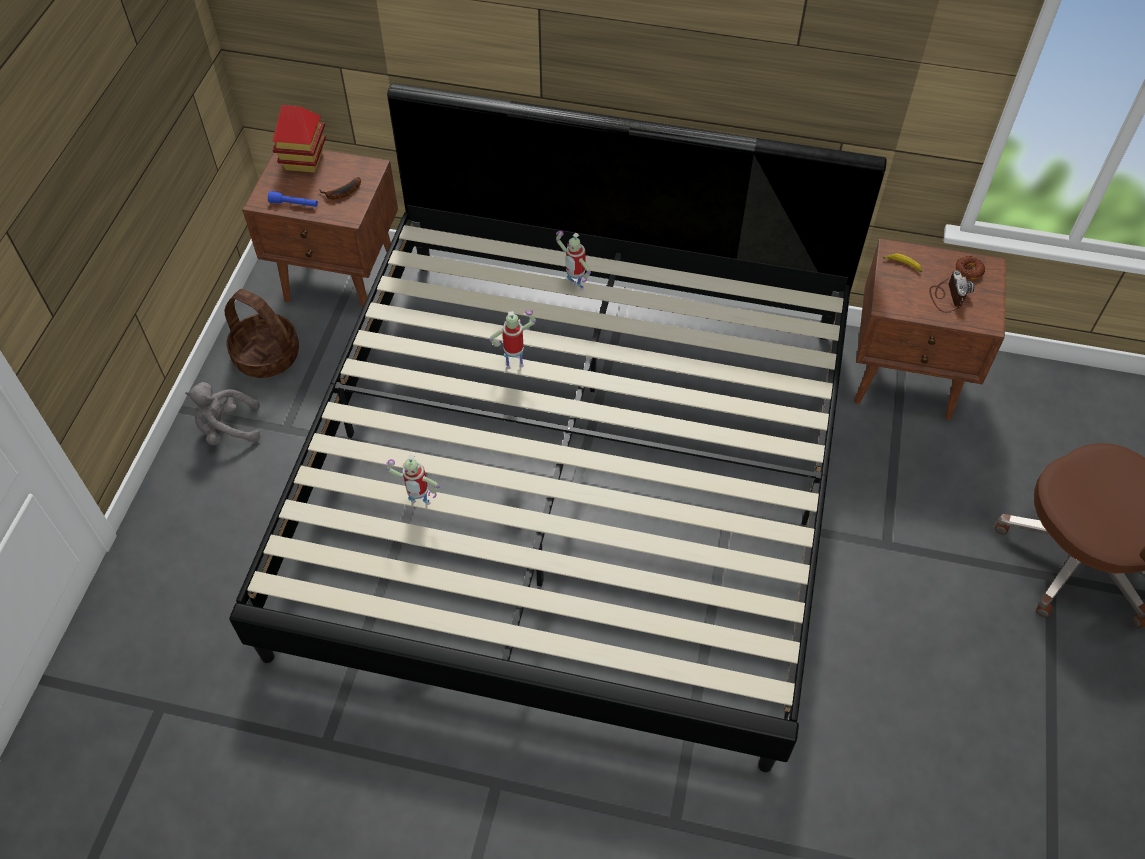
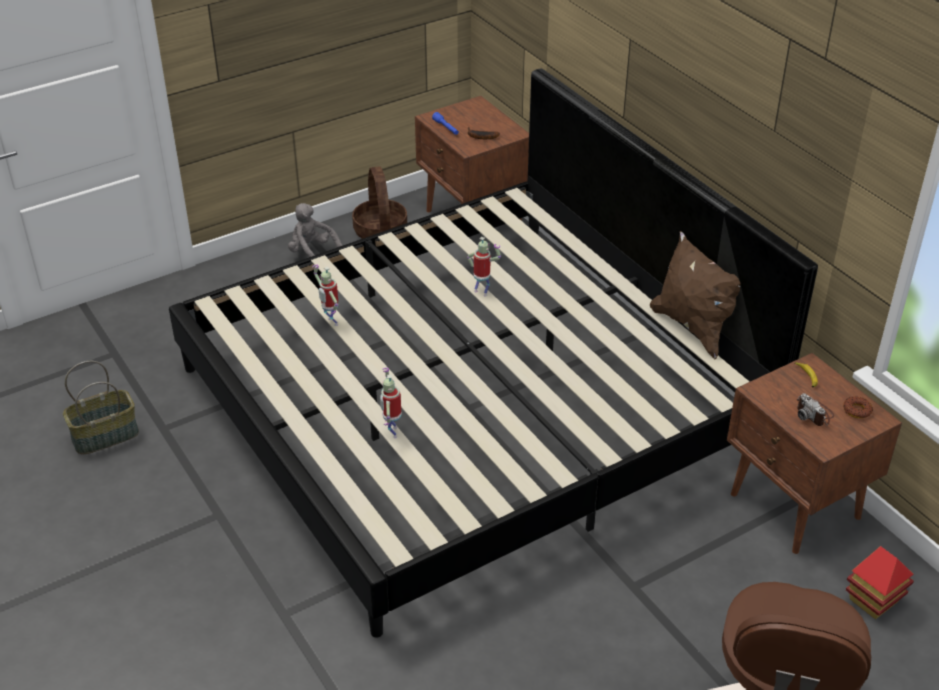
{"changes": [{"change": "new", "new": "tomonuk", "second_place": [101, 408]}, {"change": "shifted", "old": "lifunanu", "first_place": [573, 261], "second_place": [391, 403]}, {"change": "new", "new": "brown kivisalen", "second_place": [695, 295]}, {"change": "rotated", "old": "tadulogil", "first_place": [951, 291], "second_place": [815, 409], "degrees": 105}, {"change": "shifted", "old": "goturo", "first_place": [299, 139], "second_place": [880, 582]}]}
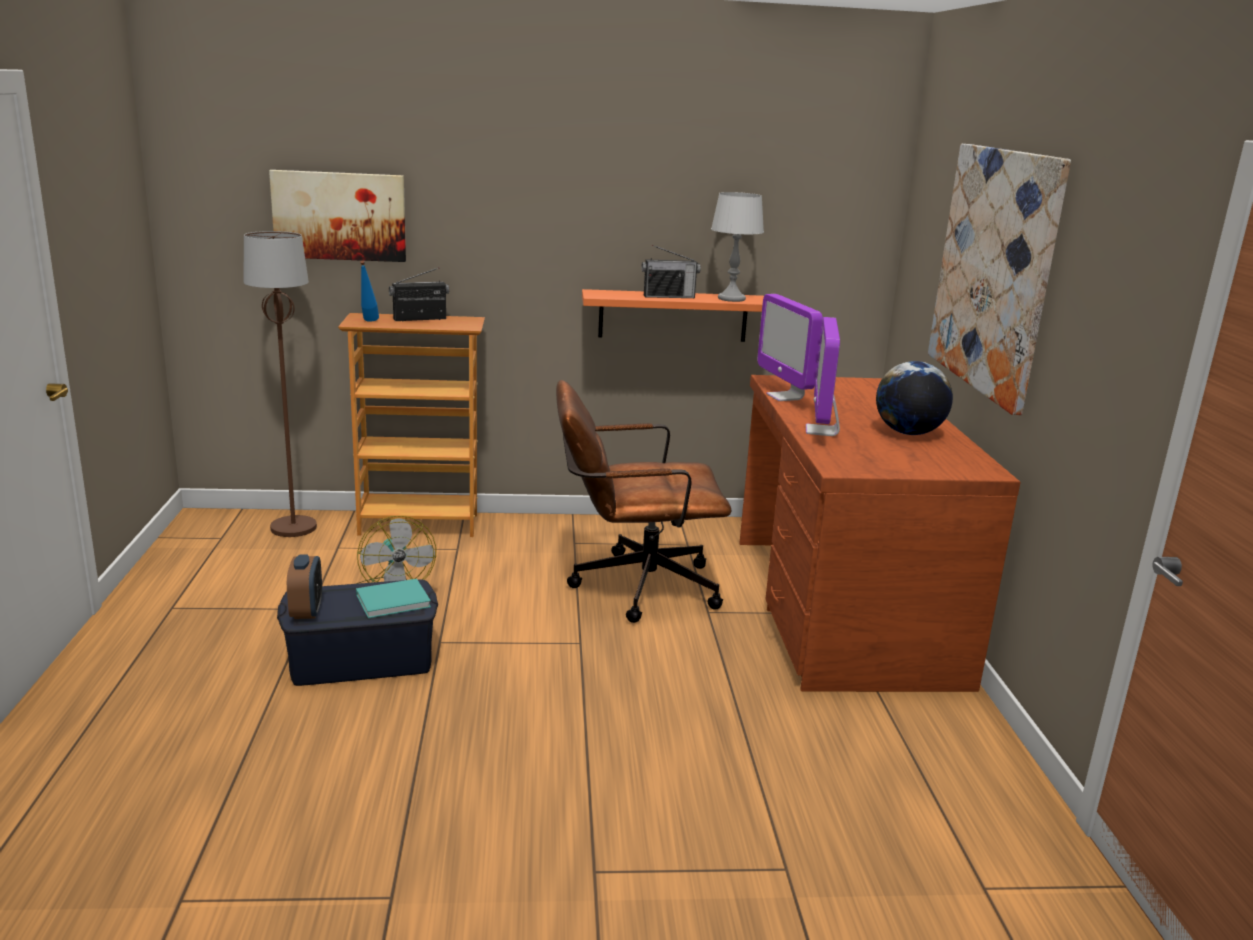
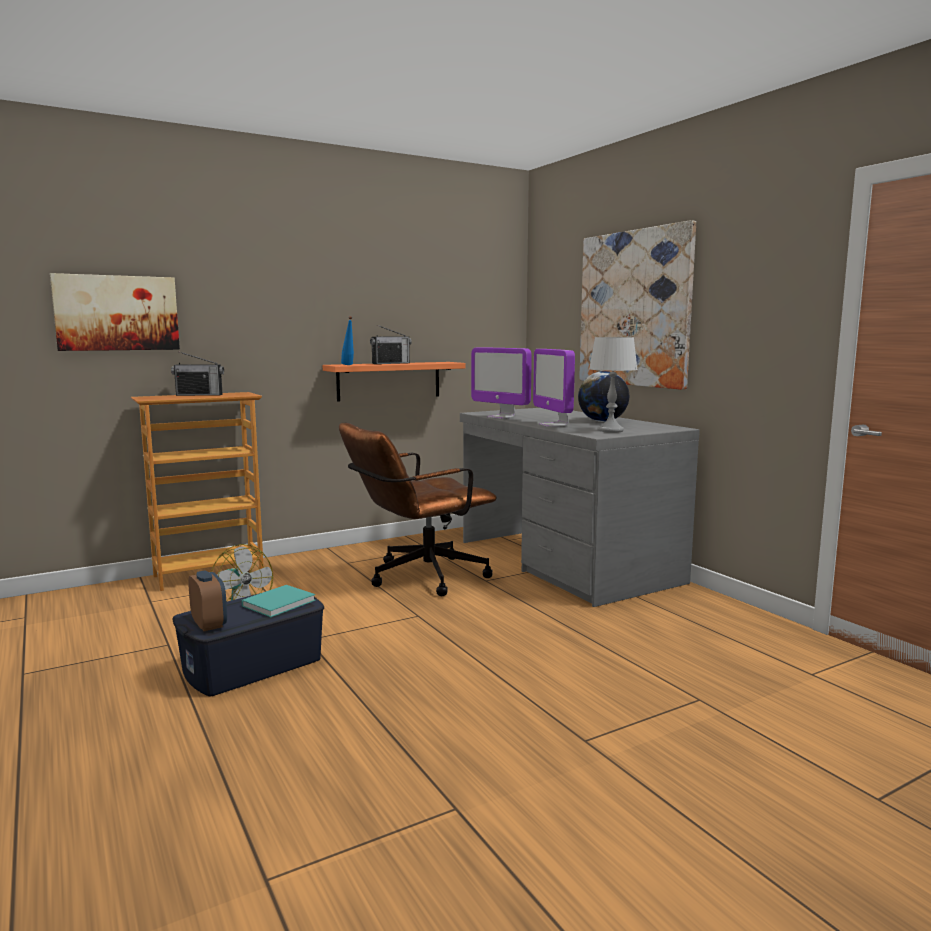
{"changes": [{"change": "rotated", "old": "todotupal", "first_place": [419, 294], "second_place": [197, 374], "degrees": -135}, {"change": "shifted", "old": "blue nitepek", "first_place": [369, 291], "second_place": [347, 340]}, {"change": "repainted", "old": "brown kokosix", "new": "grey kokosix", "first_place": [880, 533], "second_place": [580, 507]}, {"change": "shifted", "old": "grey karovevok", "first_place": [737, 247], "second_place": [613, 384]}, {"change": "gone", "old": "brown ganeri", "first_place": [280, 384]}]}
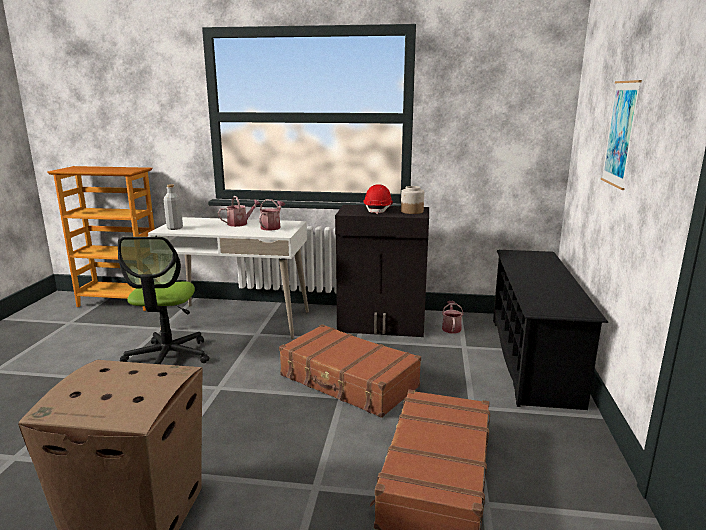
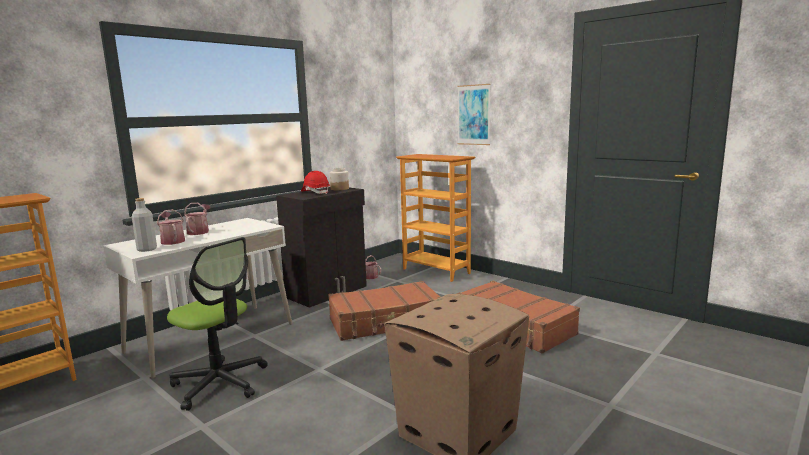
{"changes": [{"change": "shifted", "old": "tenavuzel", "first_place": [272, 215], "second_place": [171, 227]}, {"change": "swapped", "old": "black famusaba", "new": "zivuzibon", "first_place": [550, 330], "second_place": [435, 218]}]}
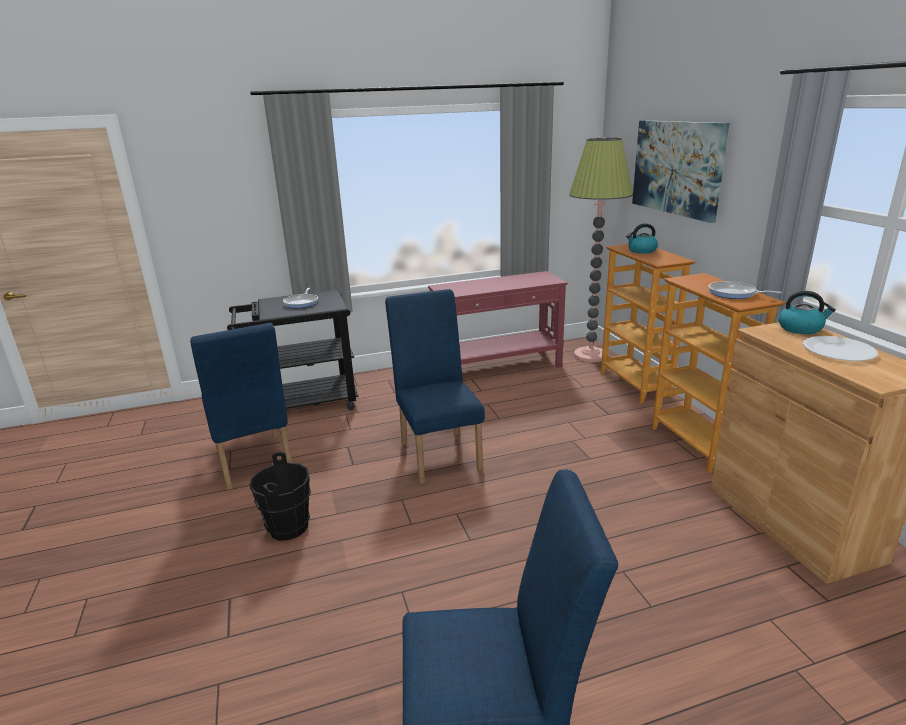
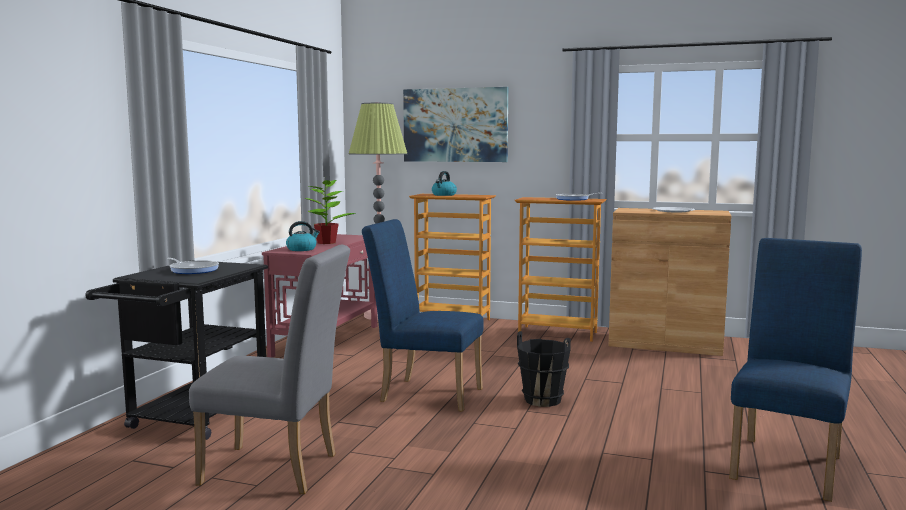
{"changes": [{"change": "repainted", "old": "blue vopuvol", "new": "grey vopuvol", "first_place": [241, 406], "second_place": [269, 369]}, {"change": "shifted", "old": "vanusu", "first_place": [807, 312], "second_place": [303, 236]}, {"change": "new", "new": "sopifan", "second_place": [330, 212]}, {"change": "shifted", "old": "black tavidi", "first_place": [280, 496], "second_place": [544, 369]}]}
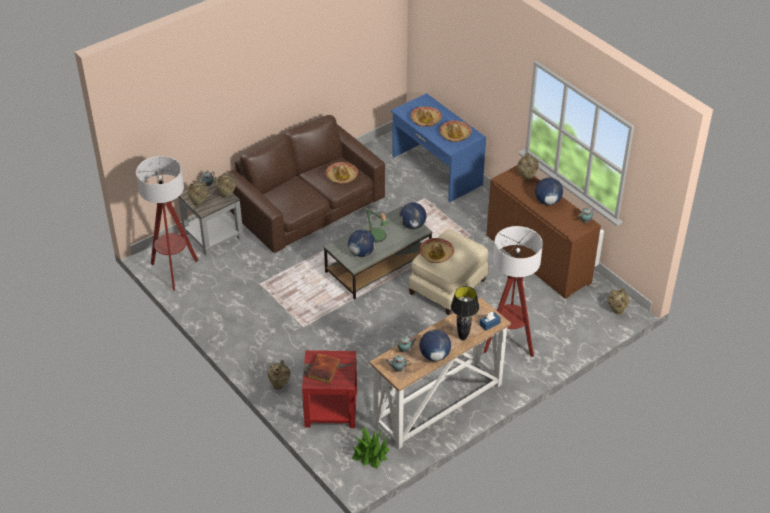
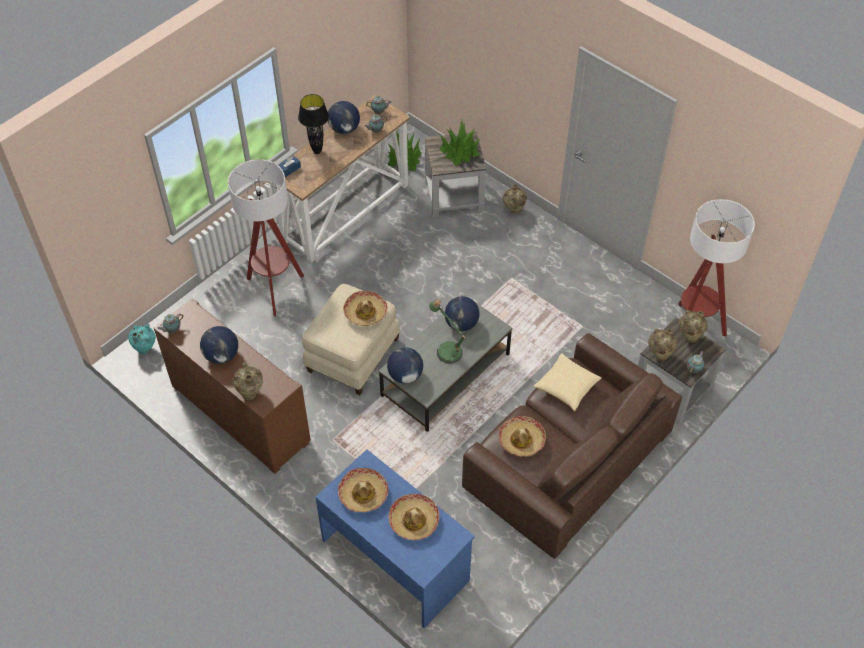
{"changes": [{"change": "repainted", "old": "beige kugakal", "new": "turquoise kugakal", "first_place": [618, 301], "second_place": [142, 339]}, {"change": "repainted", "old": "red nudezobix", "new": "grey nudezobix", "first_place": [329, 389], "second_place": [455, 174]}, {"change": "swapped", "old": "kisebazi", "new": "sopifan", "first_place": [324, 368], "second_place": [460, 143]}, {"change": "new", "new": "kivisalen", "second_place": [567, 382]}]}
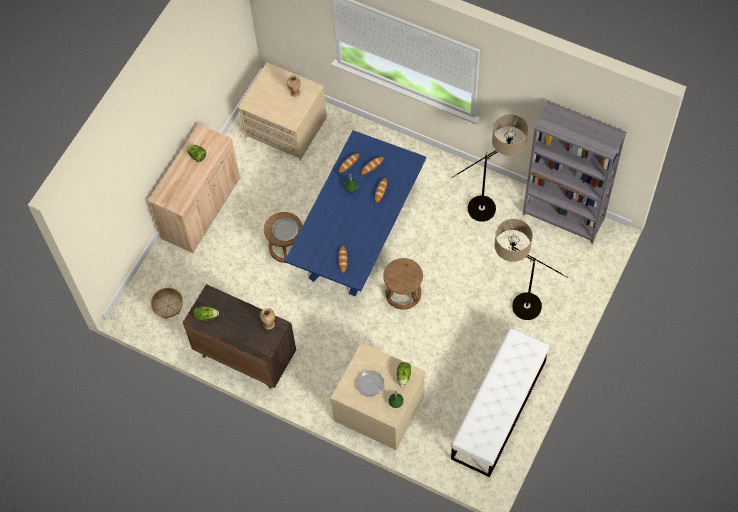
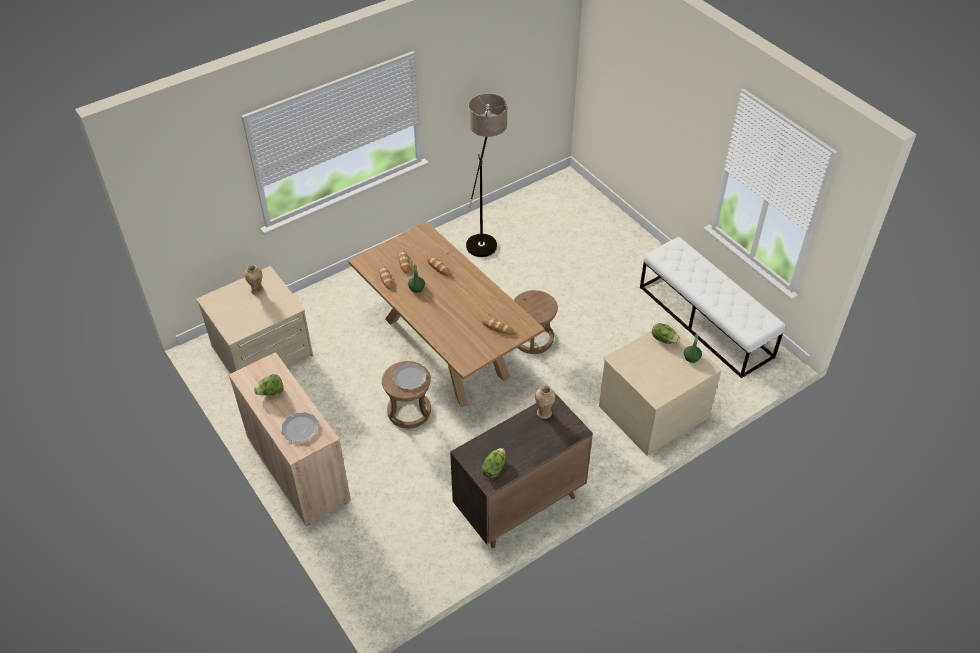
{"changes": [{"change": "shifted", "old": "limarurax", "first_place": [370, 383], "second_place": [300, 427]}, {"change": "repainted", "old": "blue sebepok", "new": "brown sebepok", "first_place": [355, 213], "second_place": [446, 314]}, {"change": "gone", "old": "tomonuk", "first_place": [167, 303]}, {"change": "gone", "old": "ganeri", "first_place": [531, 269]}, {"change": "gone", "old": "grey zivuzibon", "first_place": [575, 172]}]}
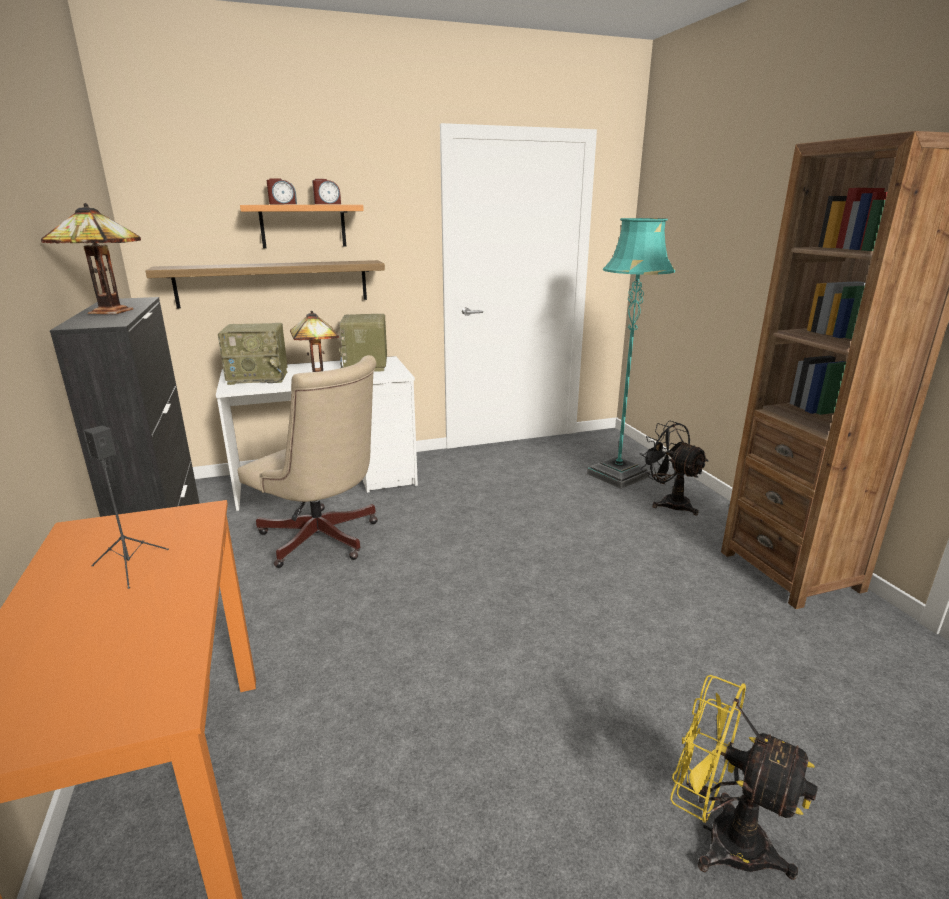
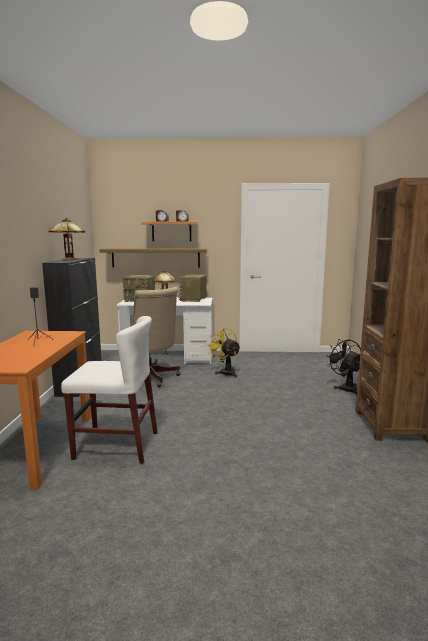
{"changes": [{"change": "new", "new": "white vopuvol", "second_place": [109, 390]}, {"change": "shifted", "old": "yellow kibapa", "first_place": [744, 777], "second_place": [223, 353]}, {"change": "gone", "old": "turquoise ganeri", "first_place": [631, 353]}]}
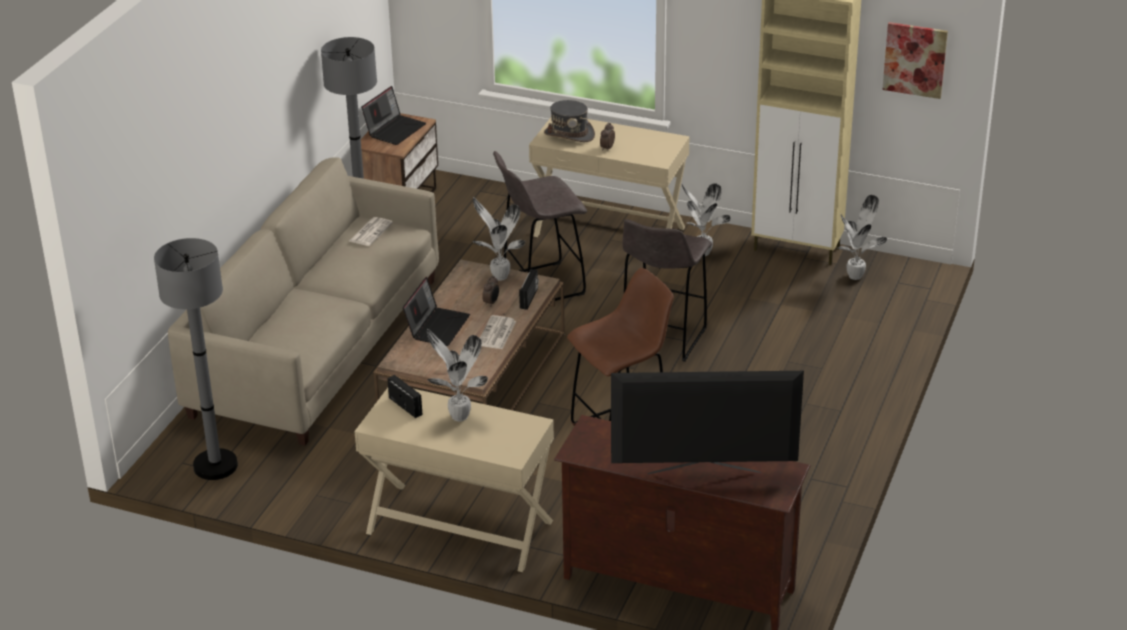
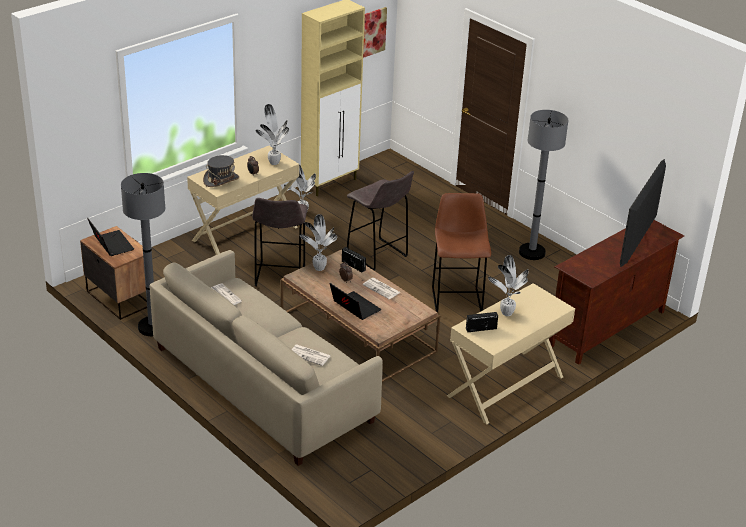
{"changes": [{"change": "shifted", "old": "sopifan", "first_place": [862, 237], "second_place": [272, 134]}, {"change": "new", "new": "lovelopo", "second_place": [311, 355]}, {"change": "shifted", "old": "grey ganeri", "first_place": [196, 359], "second_place": [543, 185]}]}
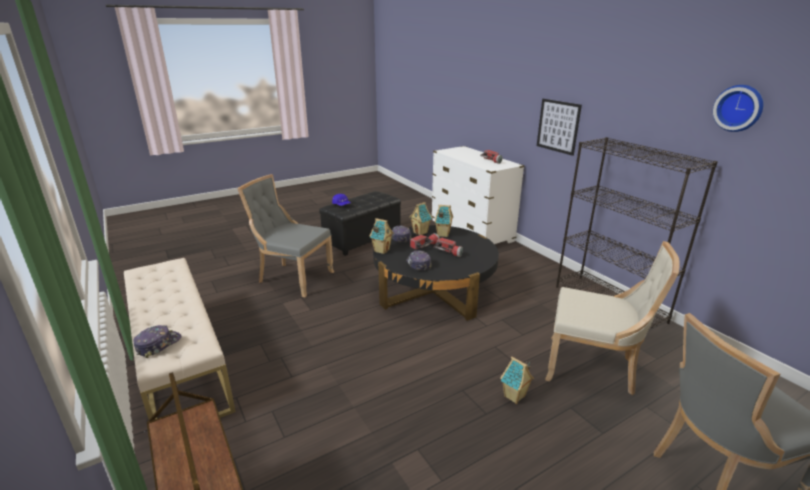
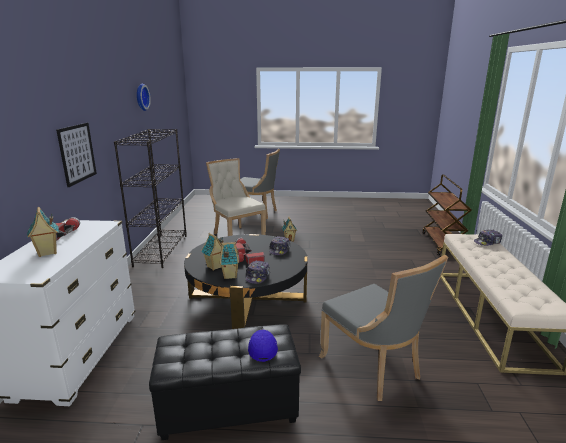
{"changes": [{"change": "shifted", "old": "goturo", "first_place": [381, 236], "second_place": [43, 232]}]}
